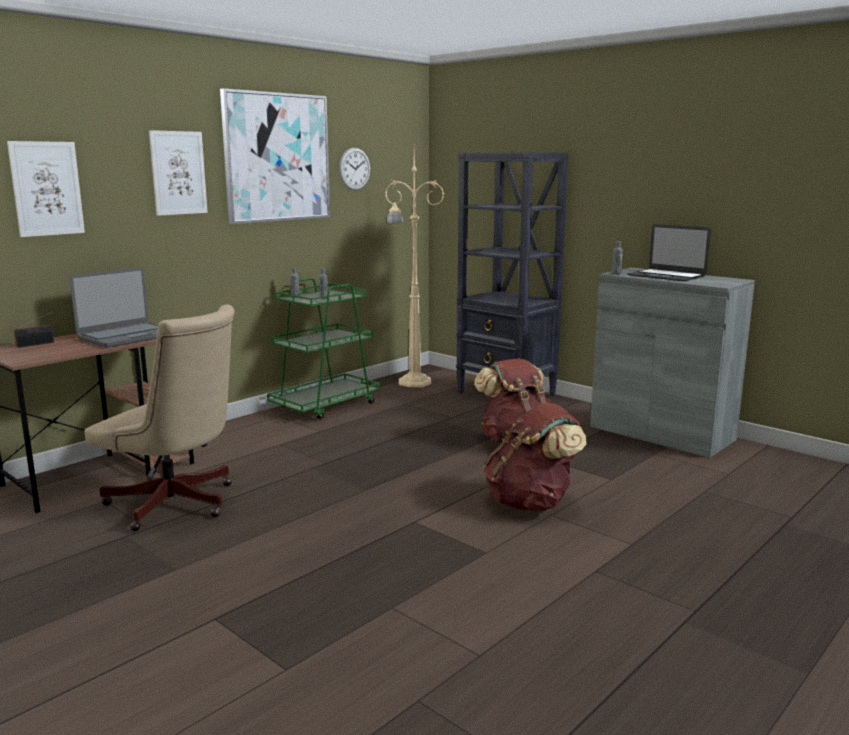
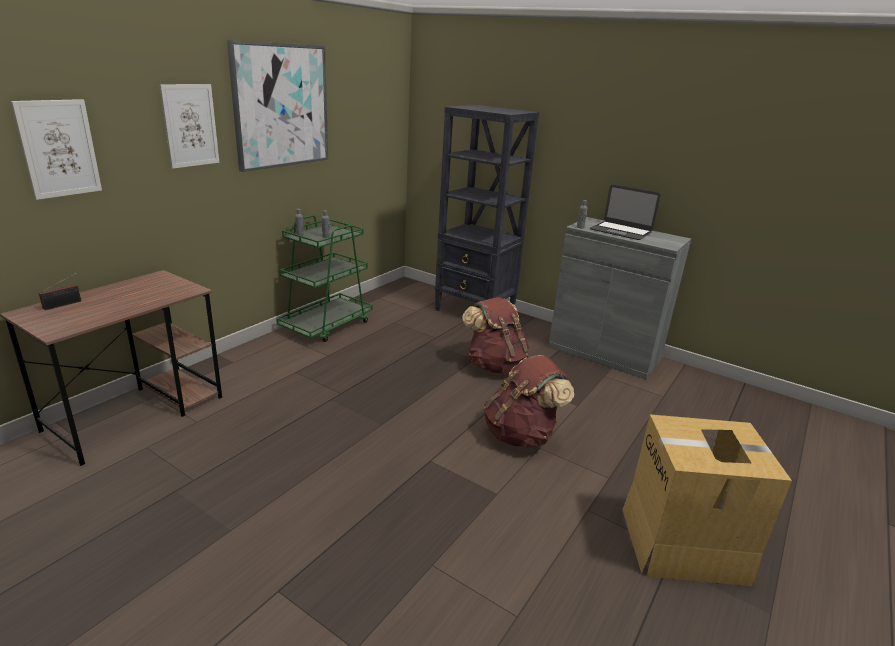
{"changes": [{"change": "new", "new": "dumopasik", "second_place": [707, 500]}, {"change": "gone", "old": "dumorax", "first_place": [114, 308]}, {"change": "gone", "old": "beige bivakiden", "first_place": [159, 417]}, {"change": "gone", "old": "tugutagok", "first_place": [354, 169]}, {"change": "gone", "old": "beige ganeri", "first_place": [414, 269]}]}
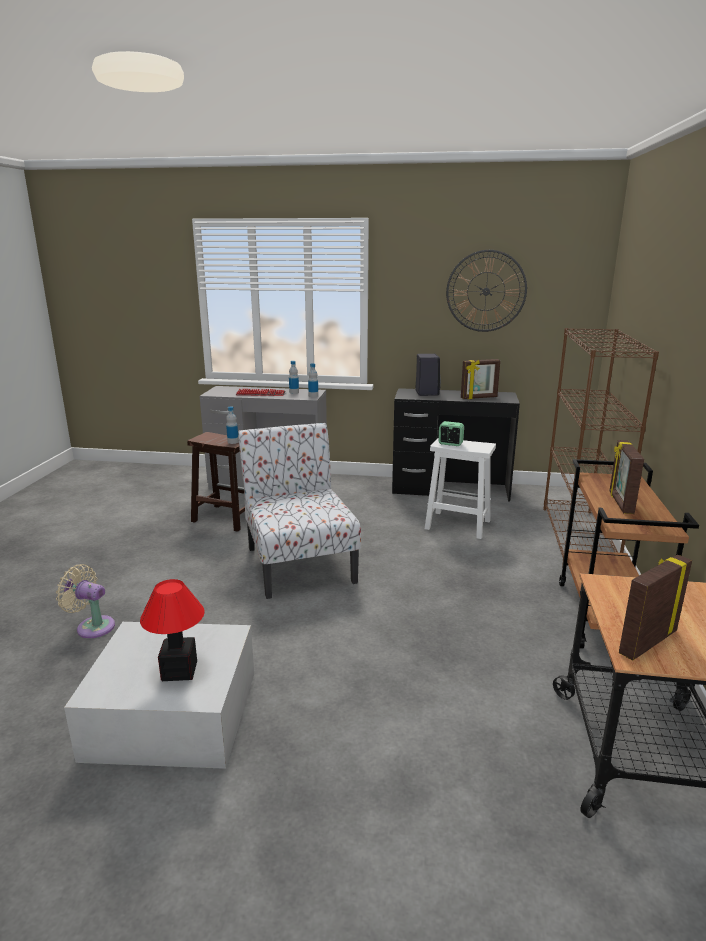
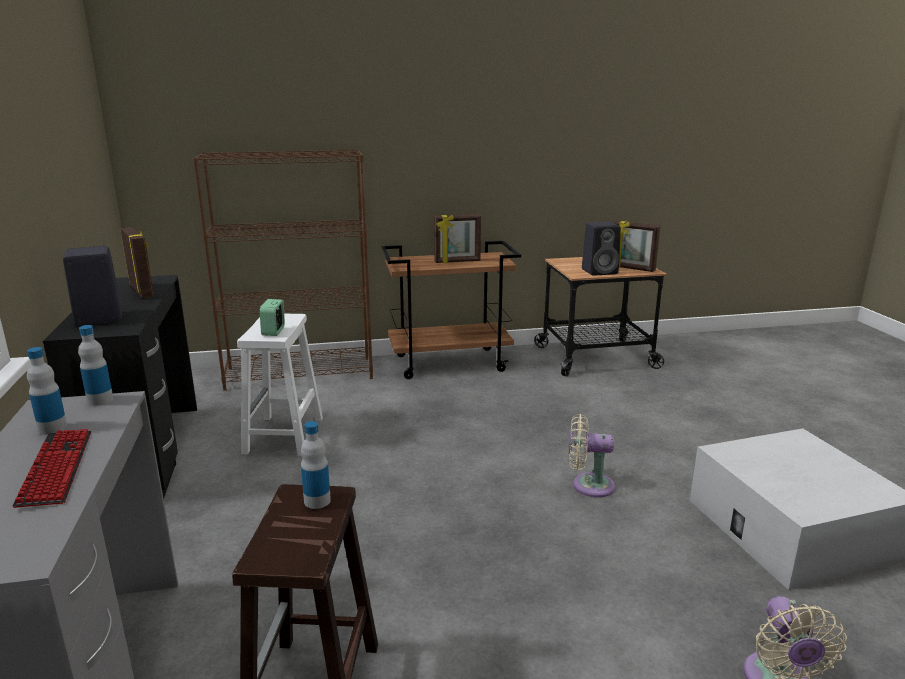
{"changes": [{"change": "new", "new": "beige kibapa", "second_place": [592, 456]}, {"change": "new", "new": "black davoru", "second_place": [601, 248]}, {"change": "gone", "old": "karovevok", "first_place": [172, 630]}, {"change": "gone", "old": "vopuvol", "first_place": [299, 511]}, {"change": "gone", "old": "tugutagok", "first_place": [486, 291]}]}
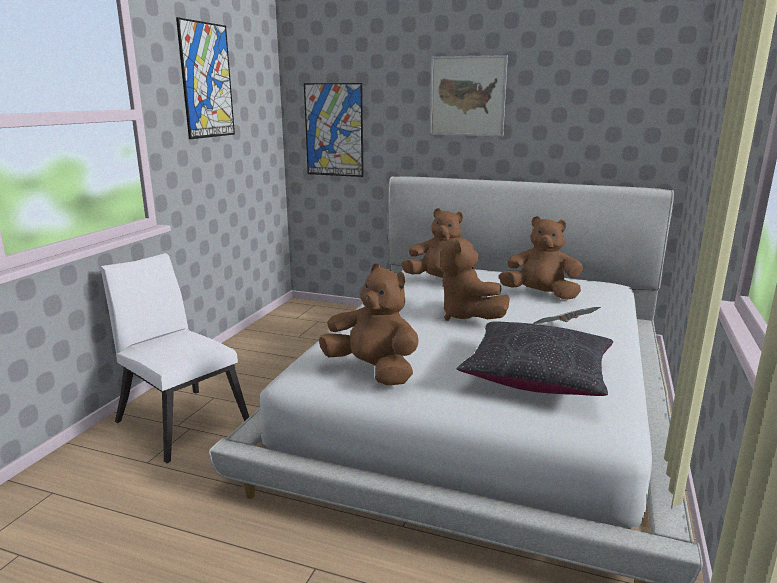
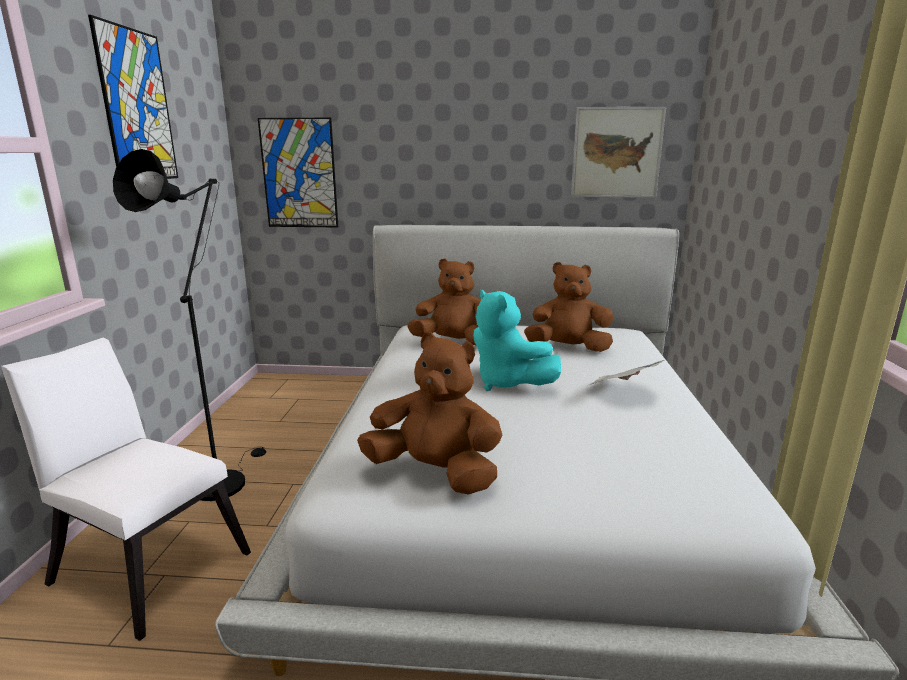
{"changes": [{"change": "new", "new": "black ganeri", "second_place": [189, 325]}, {"change": "repainted", "old": "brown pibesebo", "new": "turquoise pibesebo", "first_place": [475, 278], "second_place": [517, 340]}, {"change": "shifted", "old": "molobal", "first_place": [469, 96], "second_place": [618, 152]}, {"change": "gone", "old": "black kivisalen", "first_place": [535, 358]}]}
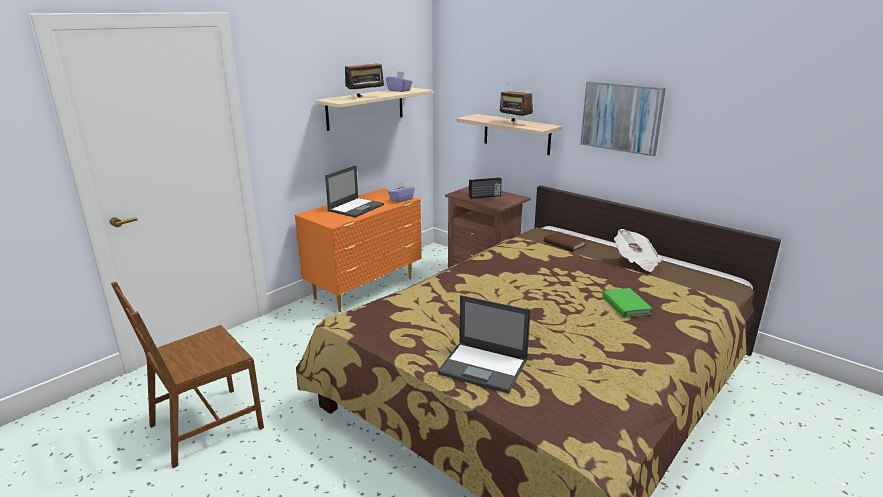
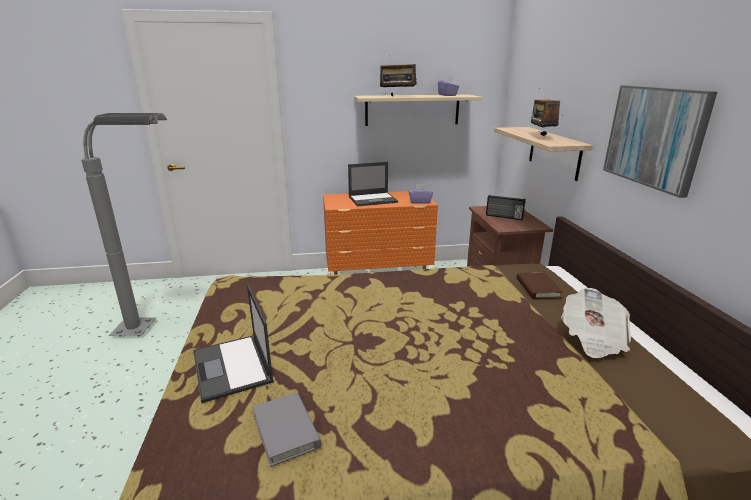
{"changes": [{"change": "swapped", "old": "brown vopuvol", "new": "grey ganeri", "first_place": [187, 375], "second_place": [124, 225]}, {"change": "new", "new": "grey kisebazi", "second_place": [287, 430]}, {"change": "gone", "old": "green kisebazi", "first_place": [627, 303]}]}
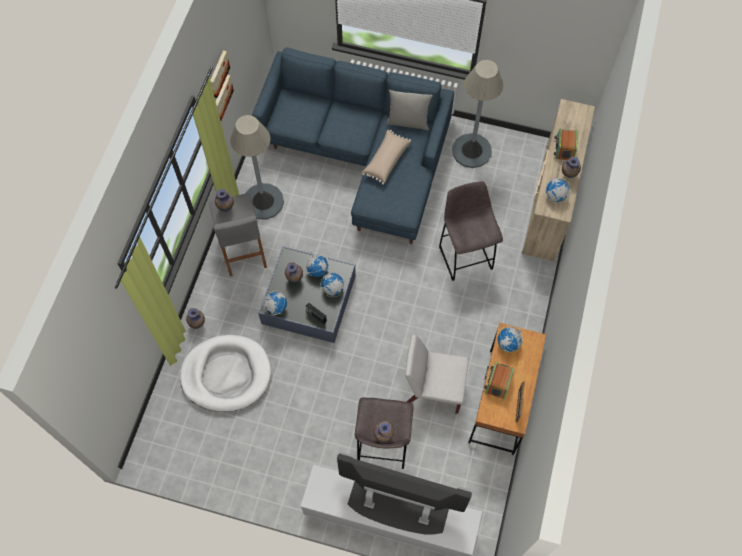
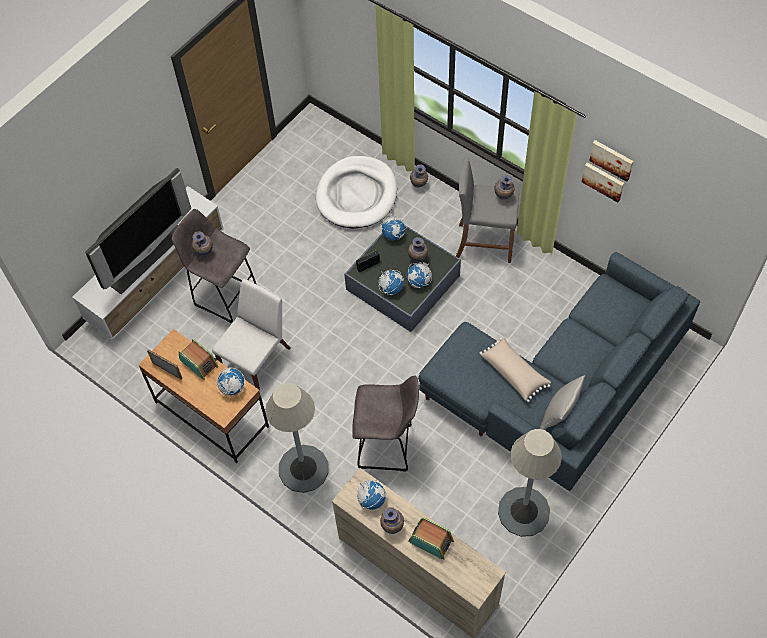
{"changes": [{"change": "shifted", "old": "grey ganeri", "first_place": [257, 167], "second_place": [297, 438]}]}
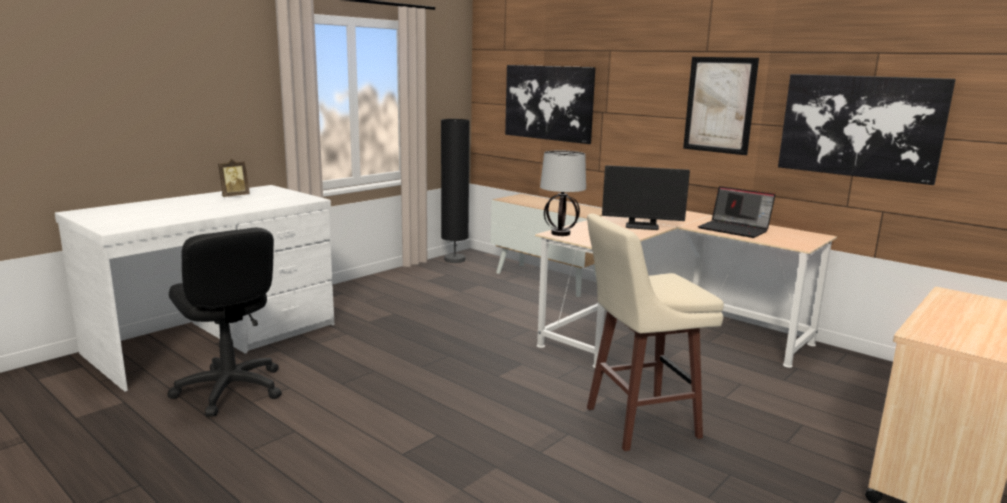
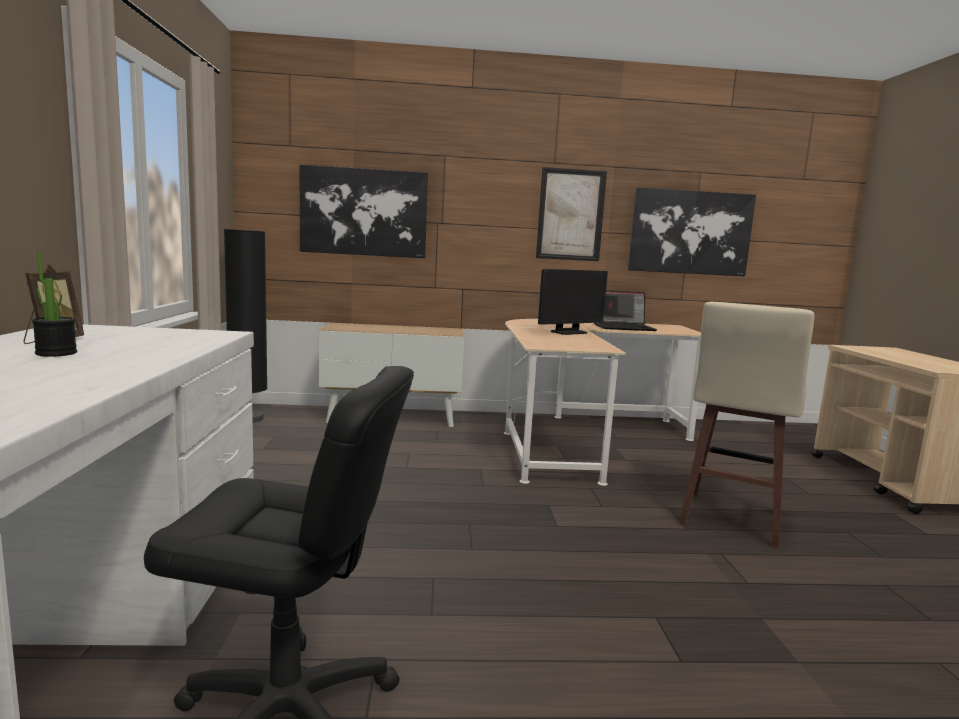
{"changes": [{"change": "new", "new": "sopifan", "second_place": [54, 303]}, {"change": "gone", "old": "karovevok", "first_place": [563, 193]}]}
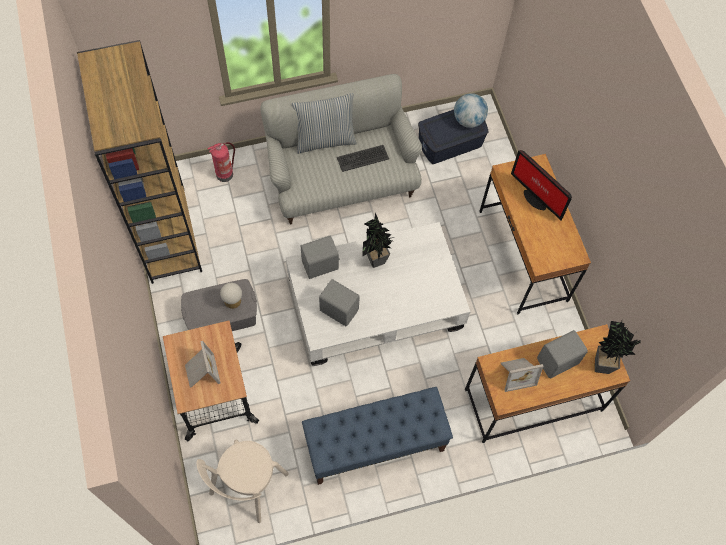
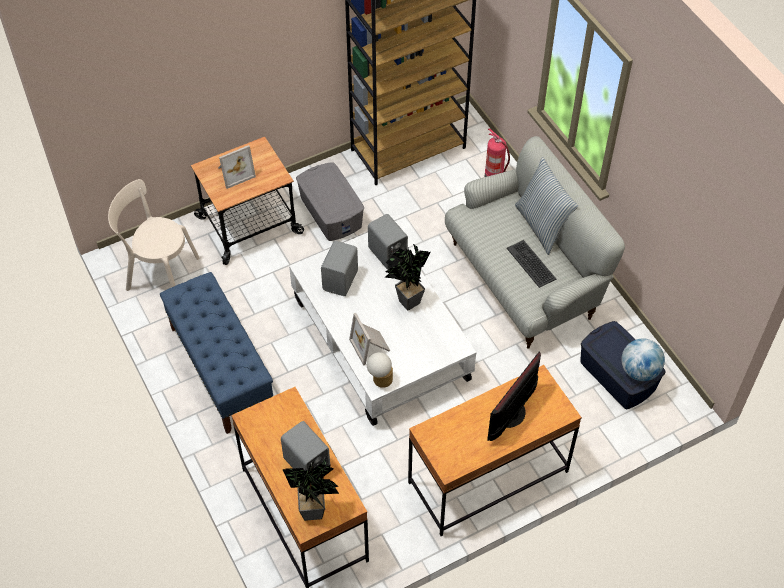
{"changes": [{"change": "shifted", "old": "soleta", "first_place": [522, 375], "second_place": [369, 339]}, {"change": "shifted", "old": "karovevok", "first_place": [231, 296], "second_place": [380, 370]}]}
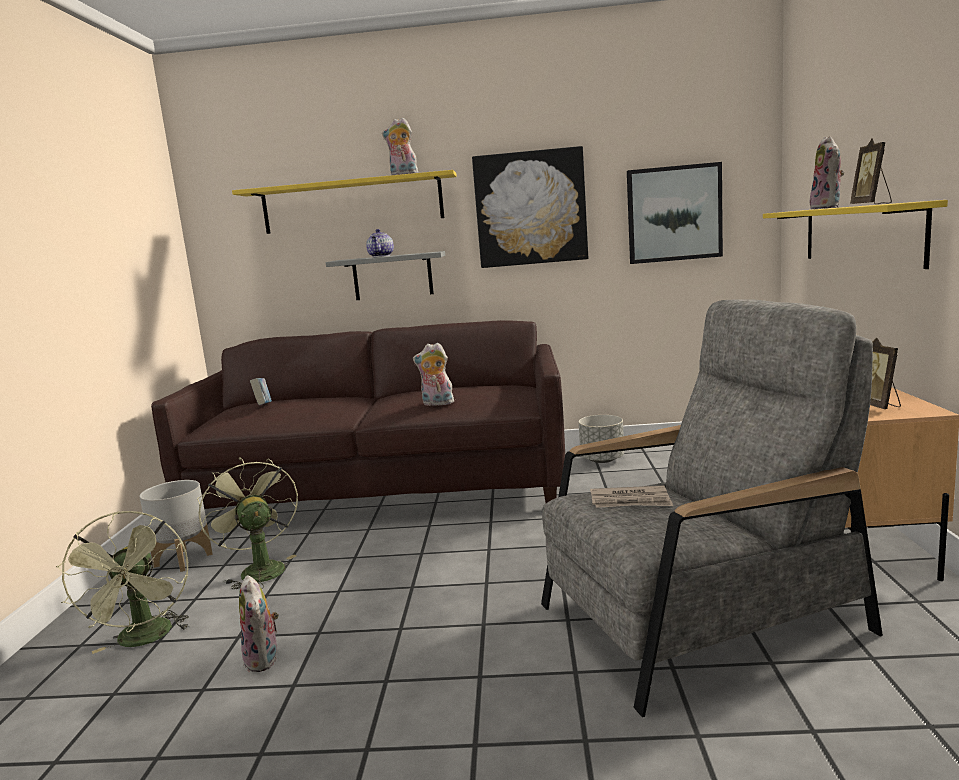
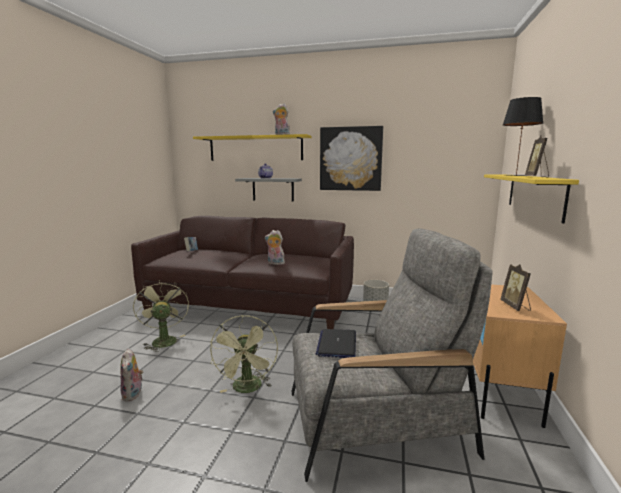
{"changes": [{"change": "shifted", "old": "green kibapa", "first_place": [123, 582], "second_place": [244, 354]}, {"change": "swapped", "old": "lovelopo", "new": "dumorax", "first_place": [631, 497], "second_place": [336, 343]}, {"change": "swapped", "old": "pibesebo", "new": "black karovevok", "first_place": [827, 172], "second_place": [523, 136]}, {"change": "gone", "old": "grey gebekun", "first_place": [176, 526]}, {"change": "gone", "old": "molobal", "first_place": [675, 213]}]}
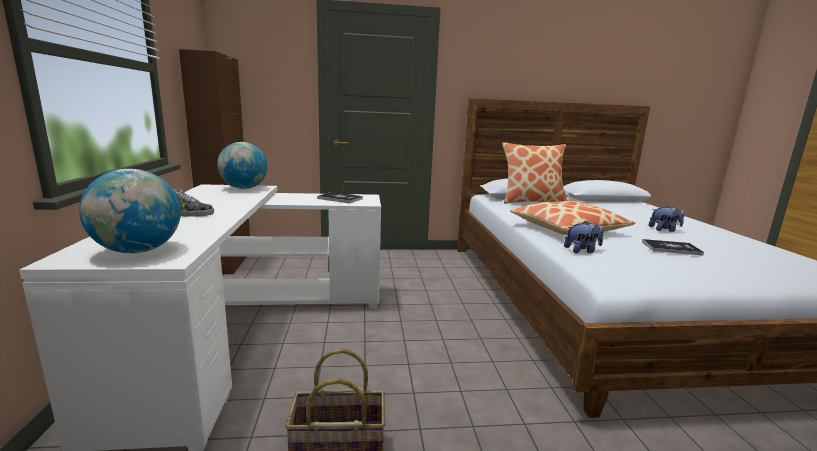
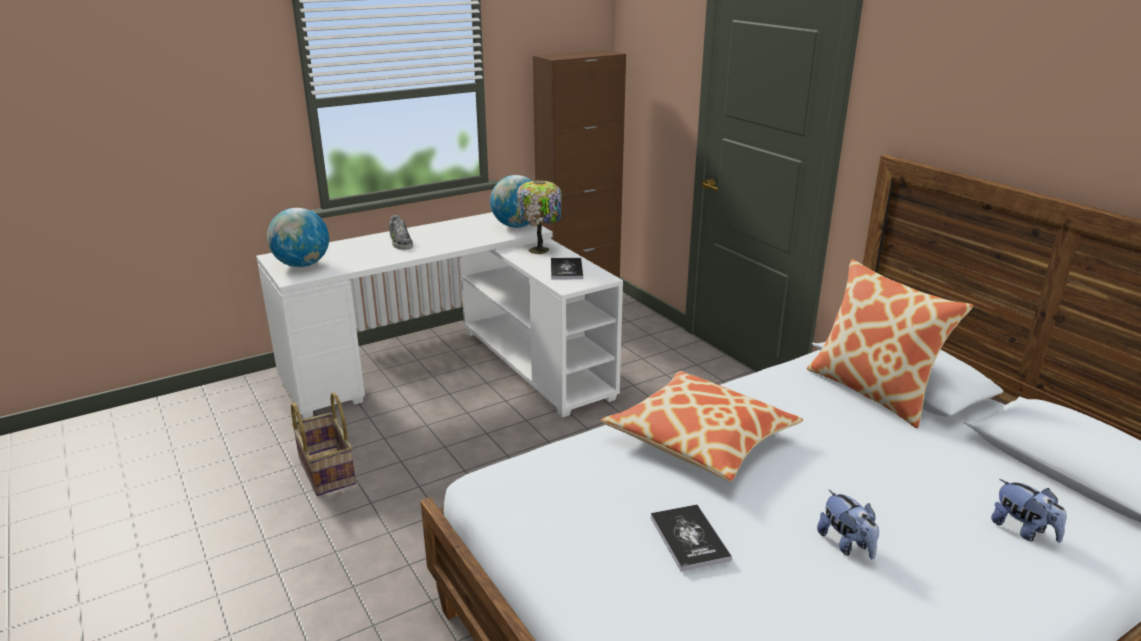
{"changes": [{"change": "new", "new": "karovevok", "second_place": [539, 217]}, {"change": "shifted", "old": "pibesebo", "first_place": [584, 237], "second_place": [1029, 510]}]}
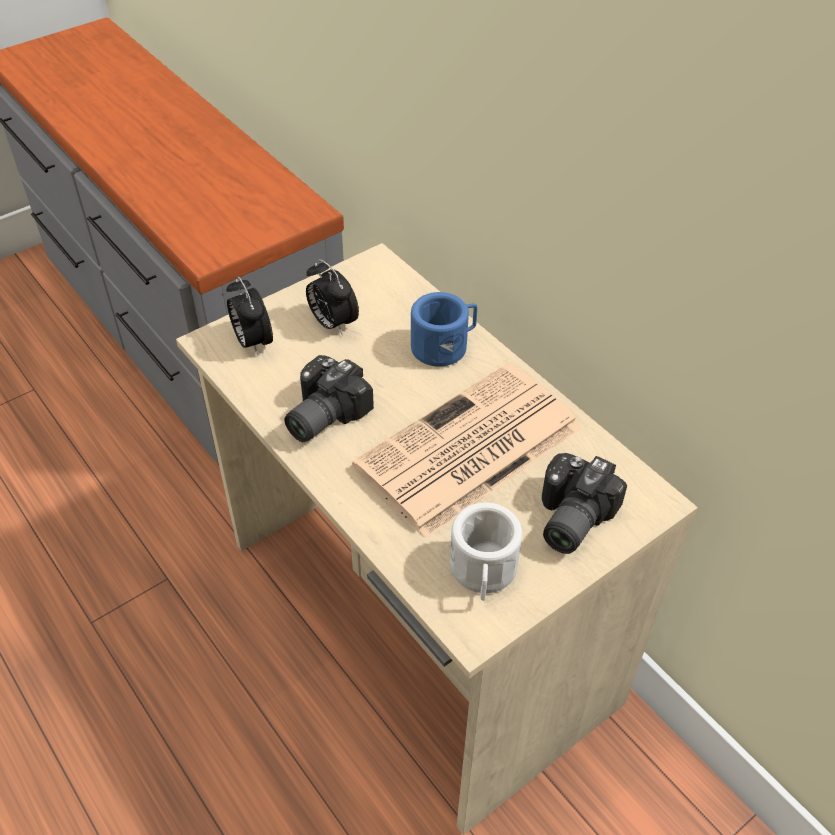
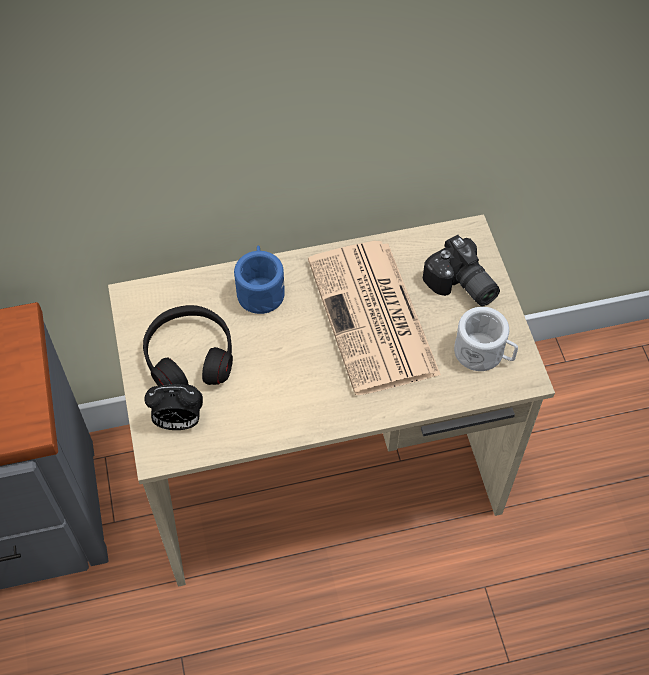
{"changes": [{"change": "swapped", "old": "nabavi", "new": "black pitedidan", "first_place": [332, 297], "second_place": [188, 345]}, {"change": "gone", "old": "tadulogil", "first_place": [329, 398]}]}
